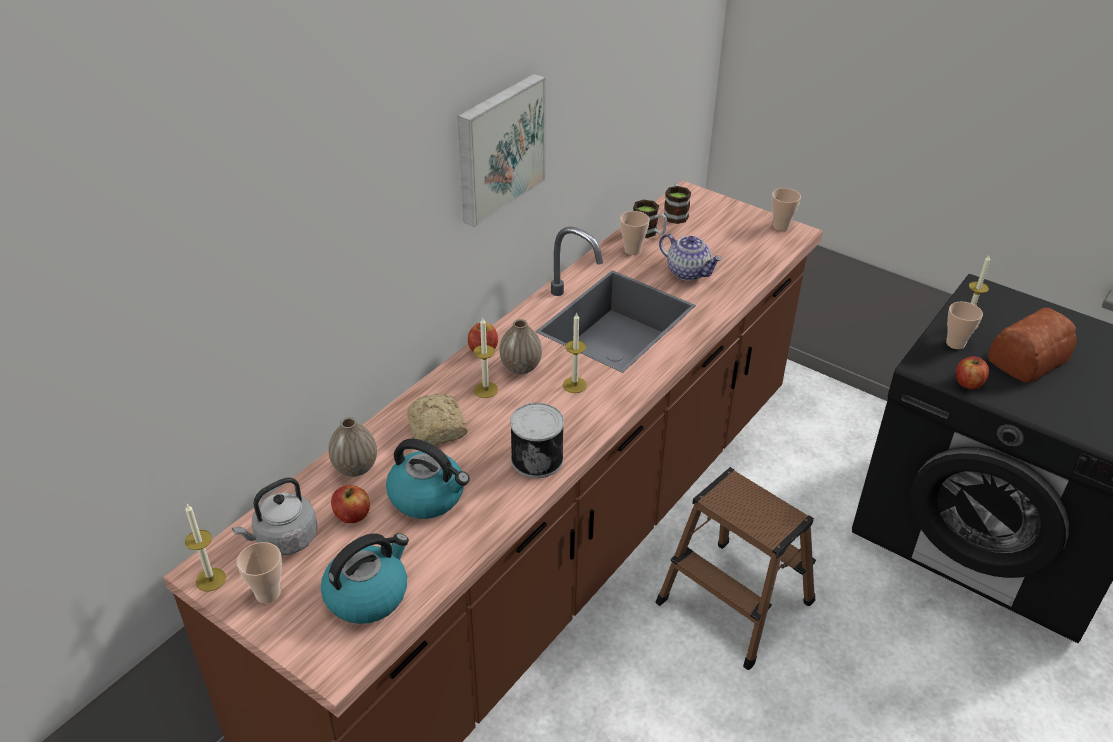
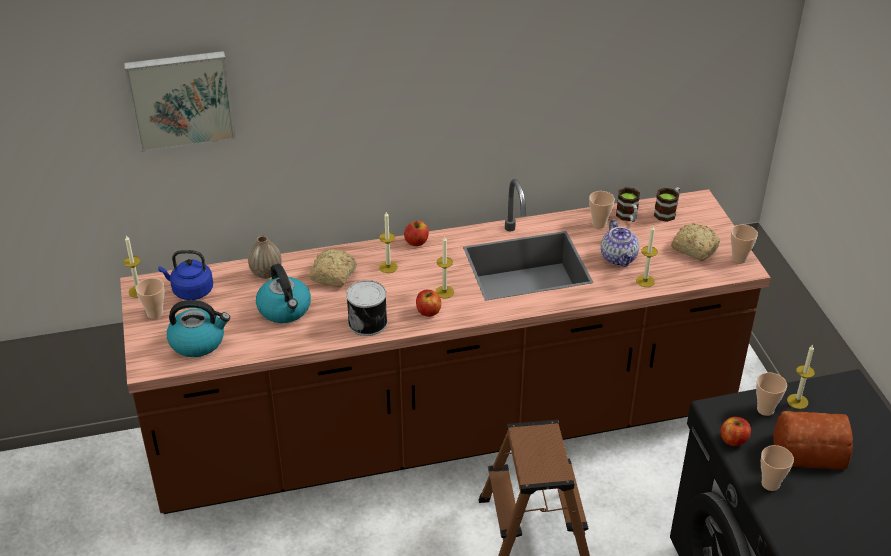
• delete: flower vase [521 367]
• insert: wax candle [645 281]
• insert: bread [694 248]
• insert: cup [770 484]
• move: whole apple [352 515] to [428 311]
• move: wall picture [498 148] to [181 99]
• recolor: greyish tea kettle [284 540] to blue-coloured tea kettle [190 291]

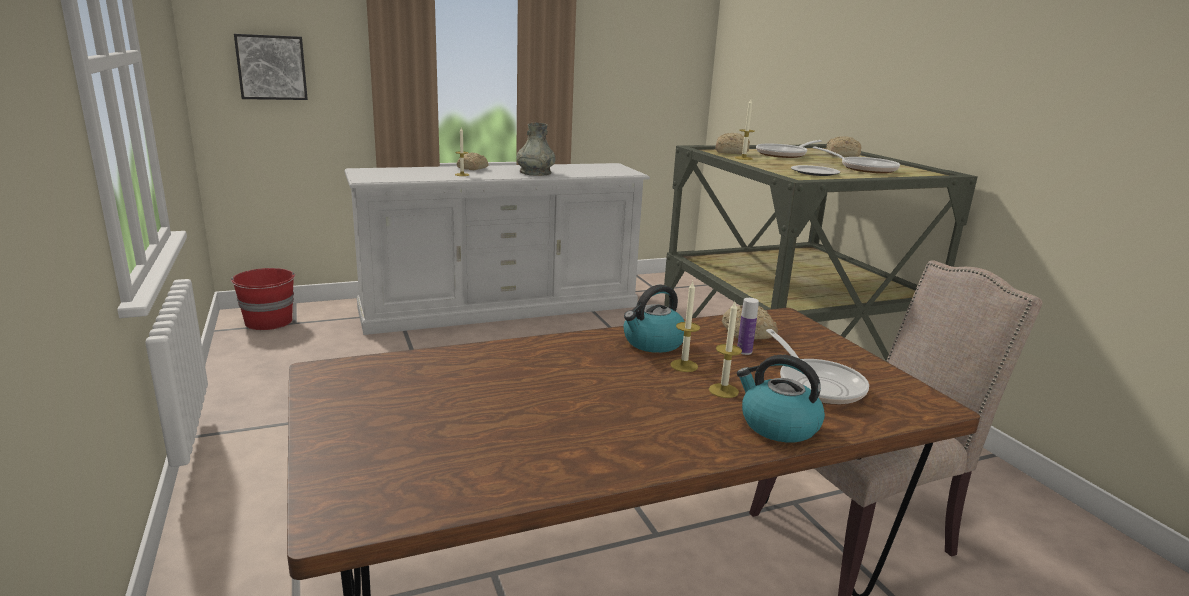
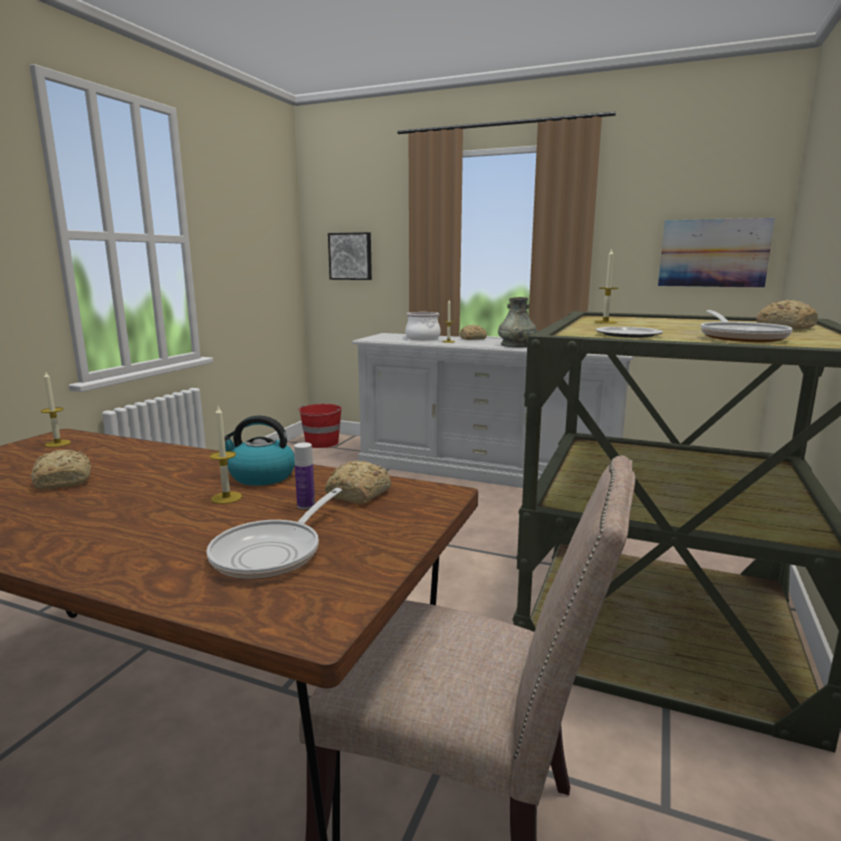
• delete: tea kettle [777 425]
• delete: skillet [784 154]
• insert: cooking pot [423 338]
• insert: wall picture [713 253]
• move: wax candle [723 390] to [58 443]
• move: bread [730 152] to [64 480]

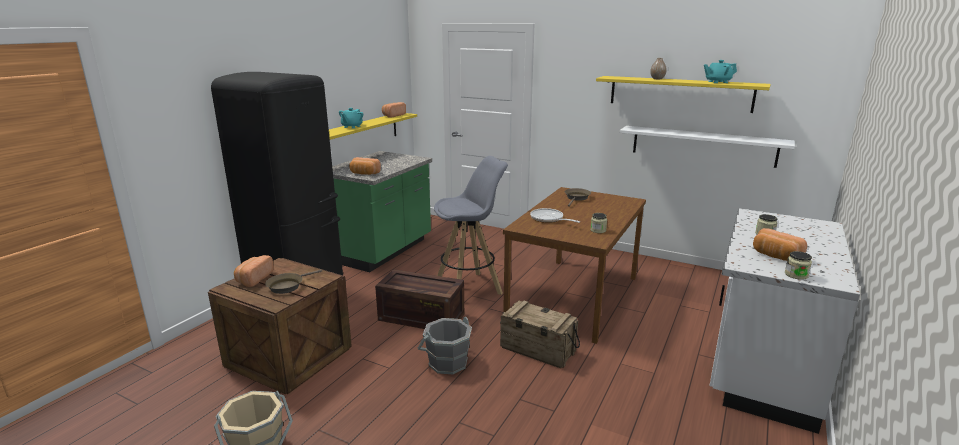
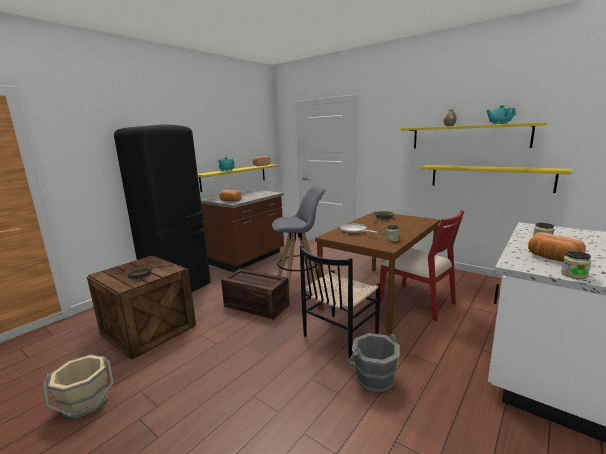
• delete: bread [253 279]
• insert: red upright chair [417 302]
• move: greyish water bucket [447 362] to [374 377]
• replace: shipping crate [537 350] to black upright chair [338 336]
• recolor: green kitchen counter [382 251] to brownish kitchen counter [248 258]
• recolor: whitish bracket shelf [702 146] to yellowish bracket shelf [489 177]

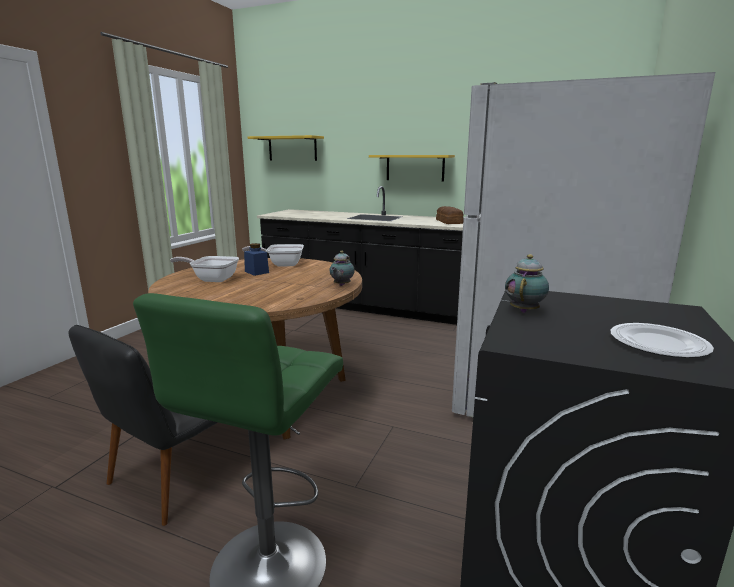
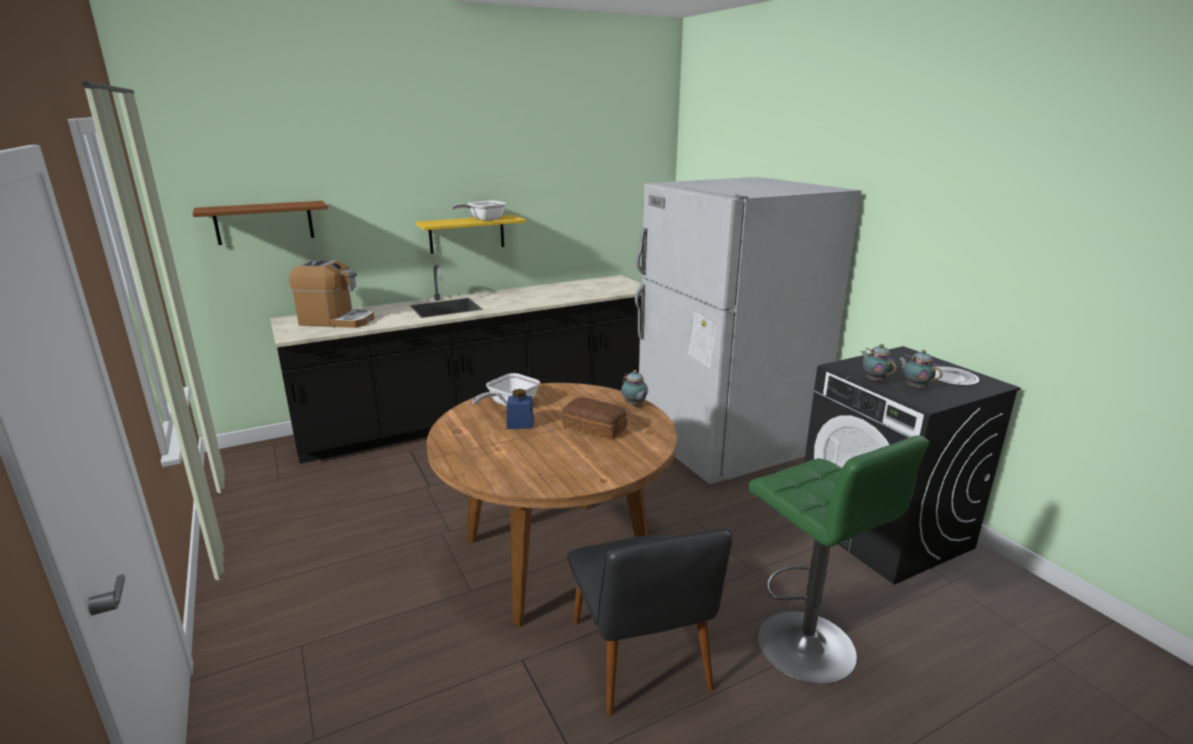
• insert: coffee machine [336 321]
• insert: teapot [915 387]
• move: skillet [212 279] to [483 219]
• move: bread [448 222] to [595 428]
• recolor: yellowish bracket shelf [292 148] to brownish bracket shelf [264 222]

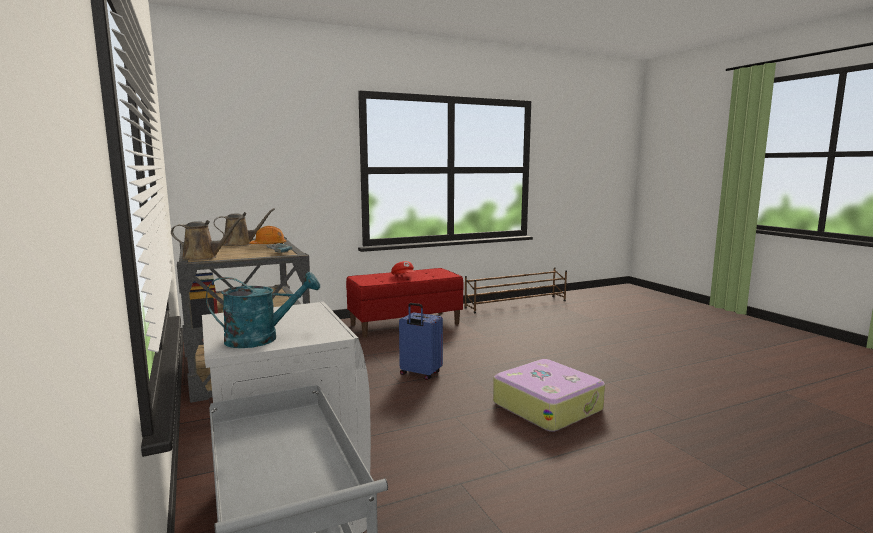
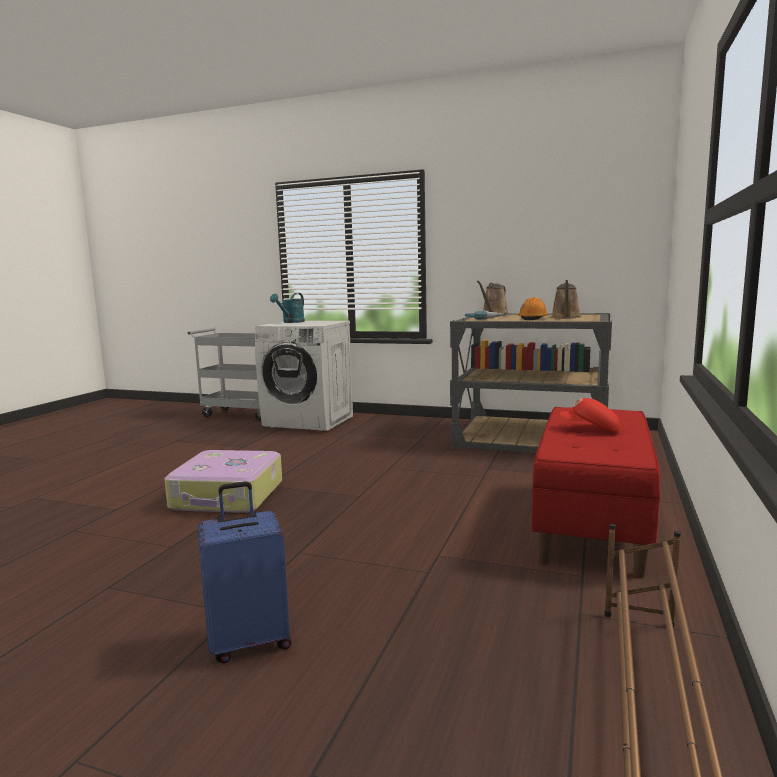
• move: blue-coloured piece of luggage [420 374] to [249 641]

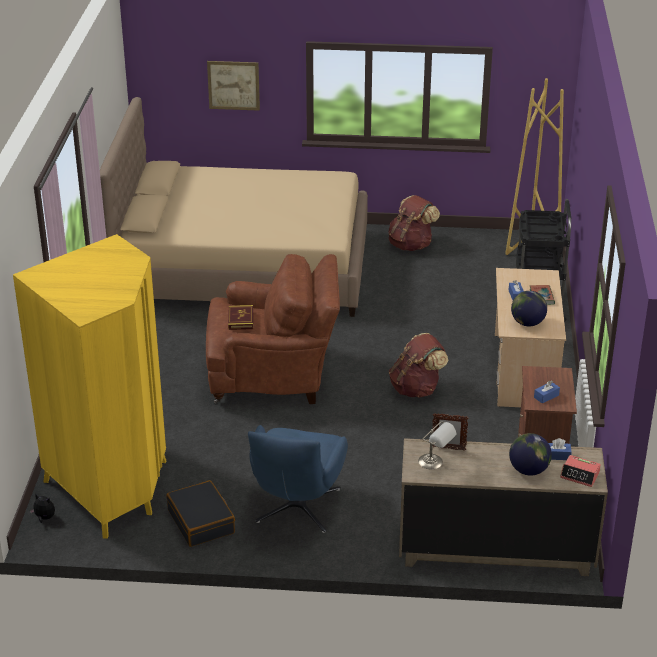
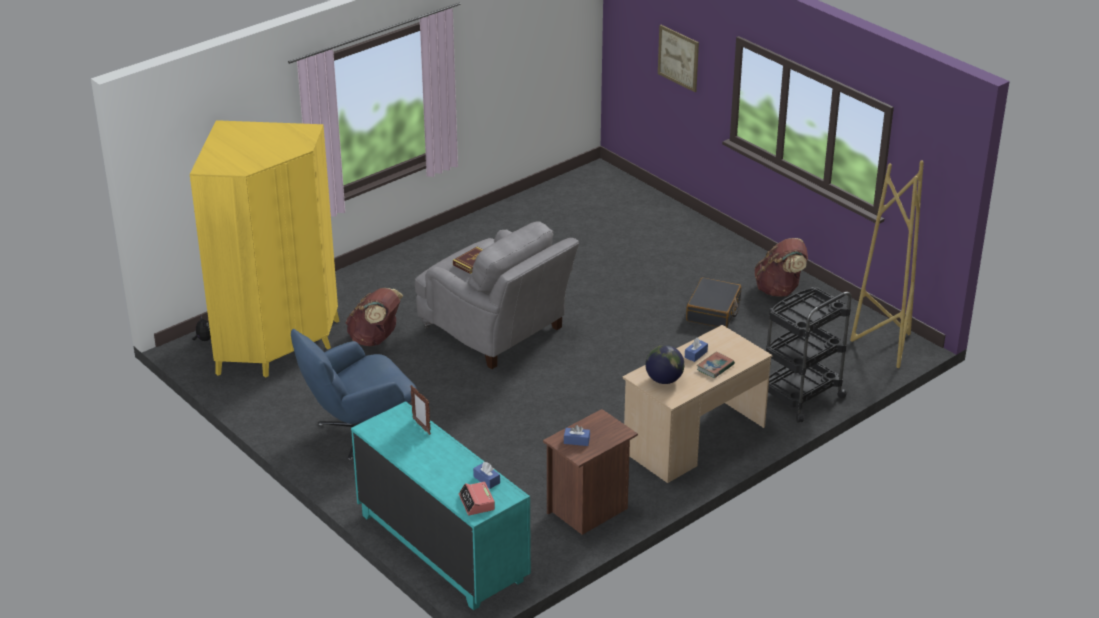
• delete: sand-coloured bedroom bed [242 266]
• delete: whitish tabletop lamp [435 463]
• delete: world globe [528 470]
• move: black piece of luggage [201 521] to [713 311]
• move: brownish rucksack [416 389] to [375 339]
• recolor: brownish easy chair [274 375] to greyish easy chair [498 331]
• recolor: sand-coloured dresser [495 549] to blue-green dresser [442 547]

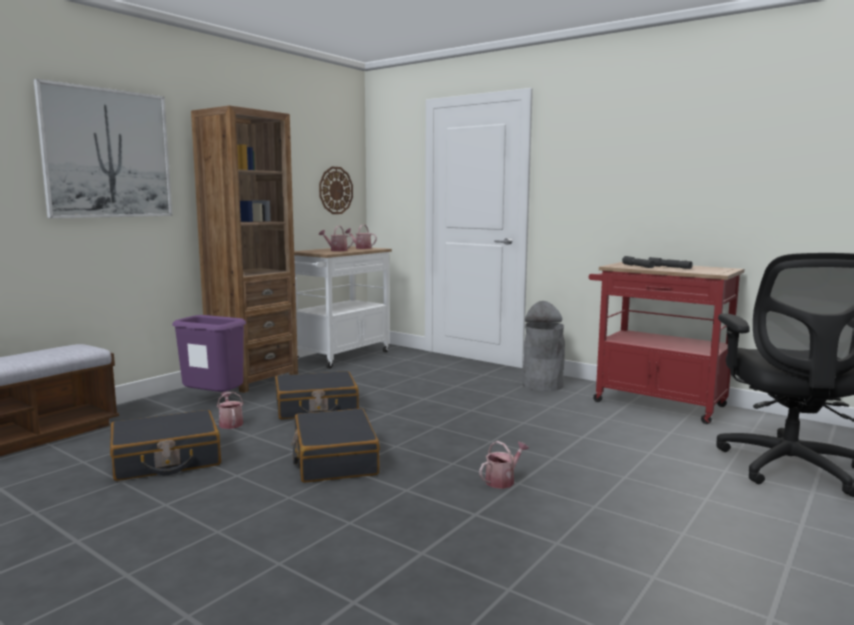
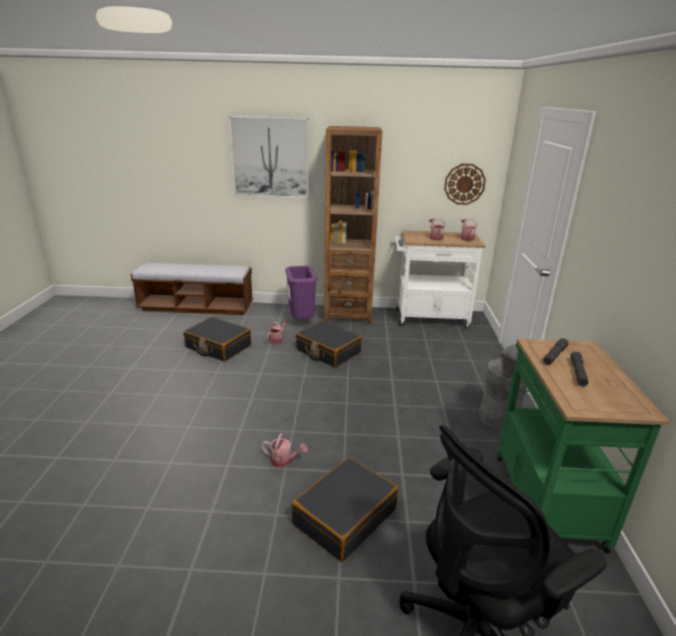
• move: black piece of luggage [334 459] to [344 516]
• recolor: red cart [655 403] to green cart [545 497]

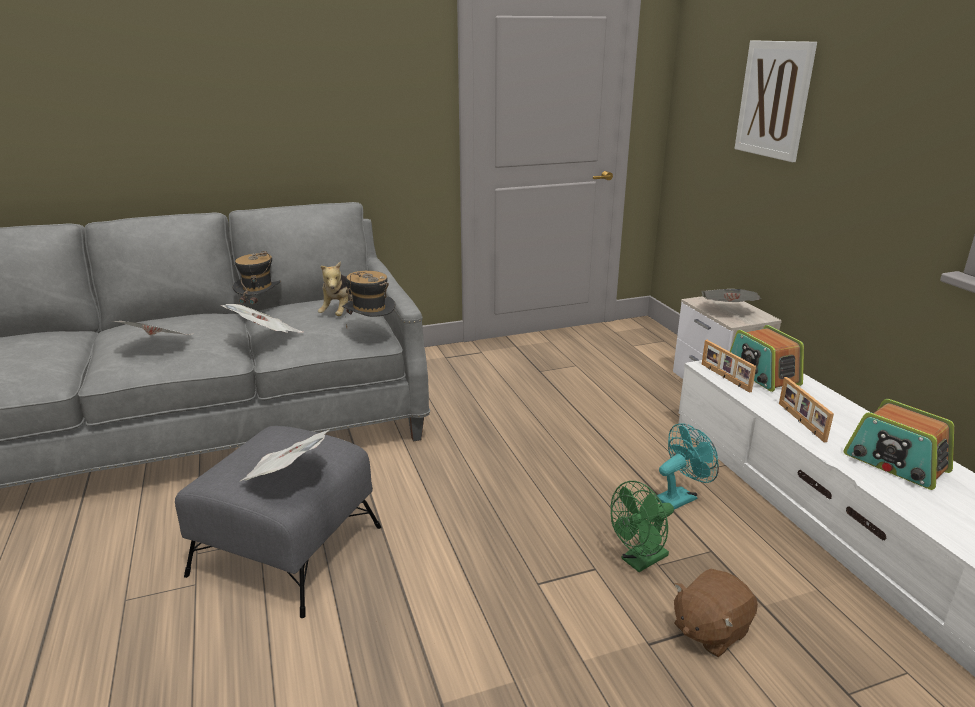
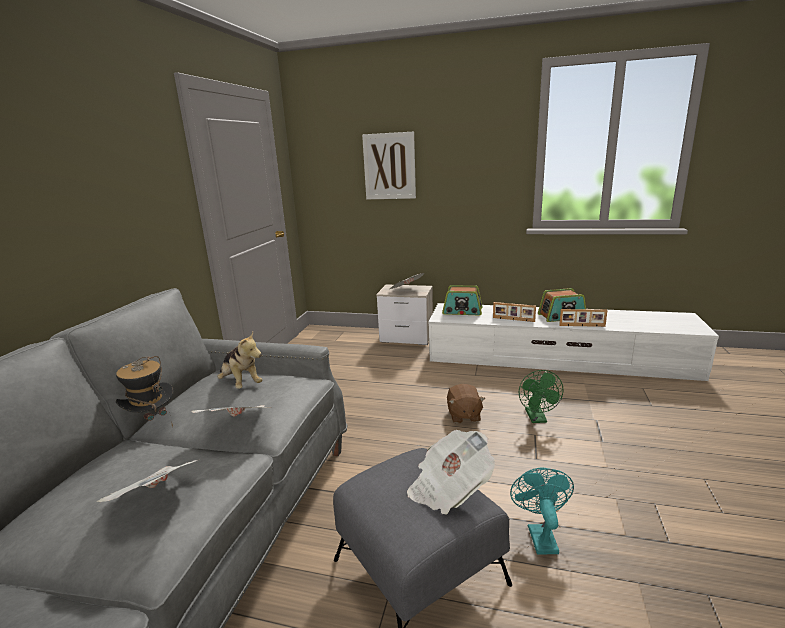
• delete: clothing hat [370 332]
• move: blue-green cooling fan [680 497] to [540 535]
• move: brownish soft toy [709 630] to [463 415]
• move: photo frame [724 377] to [582 326]

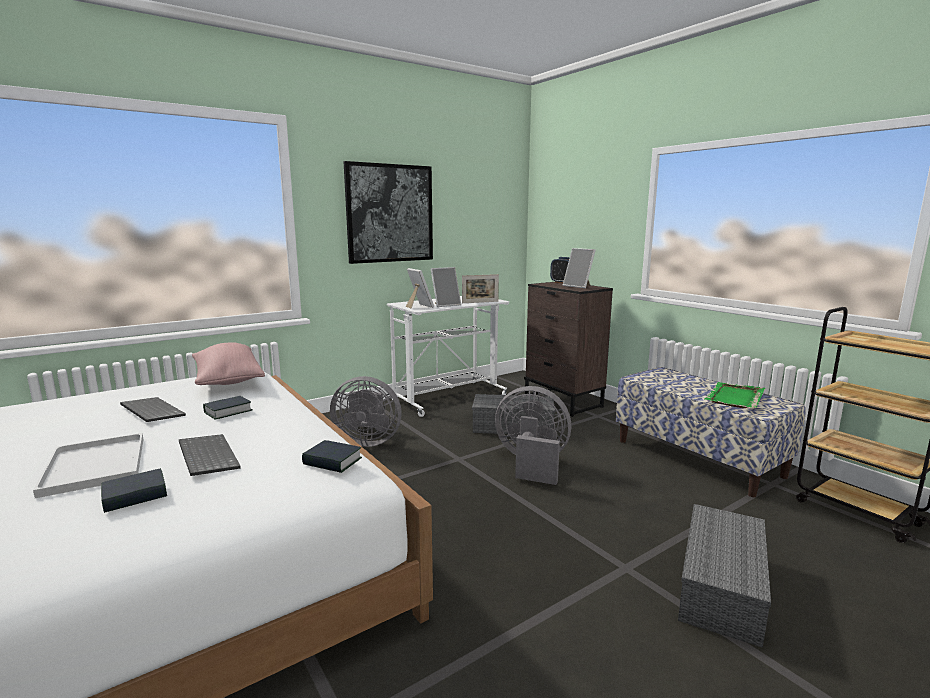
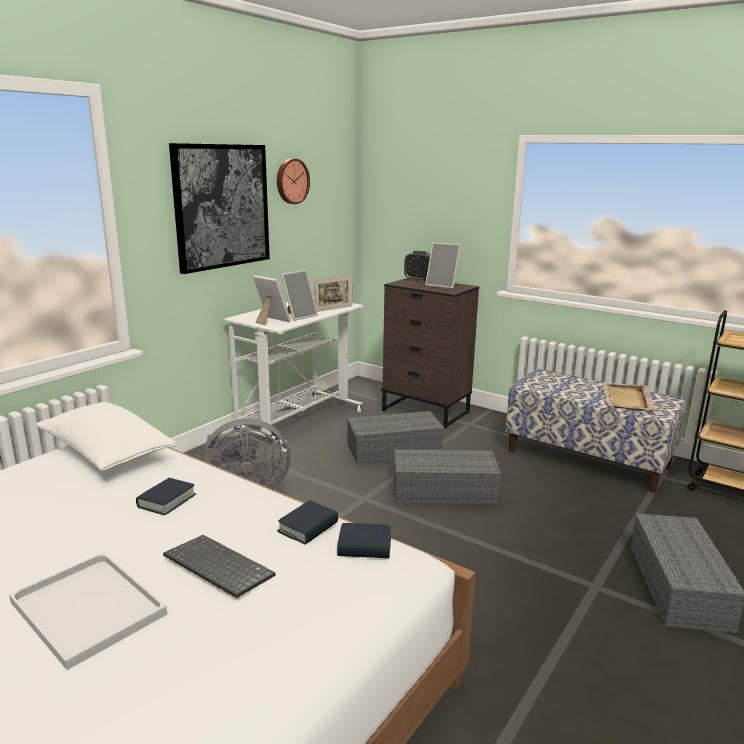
• delete: computer keyboard [150 411]
• insert: wall clock [291 181]
• move: book [135 496] to [308 527]
• replace: greyish cooling fan [531 463] to greyish storage container [442 491]
• recolor: pinkish throw pillow [228 380] to whitish throw pillow [106 453]
• recolor: green tray [734 397] to sand-coloured tray [627 399]

